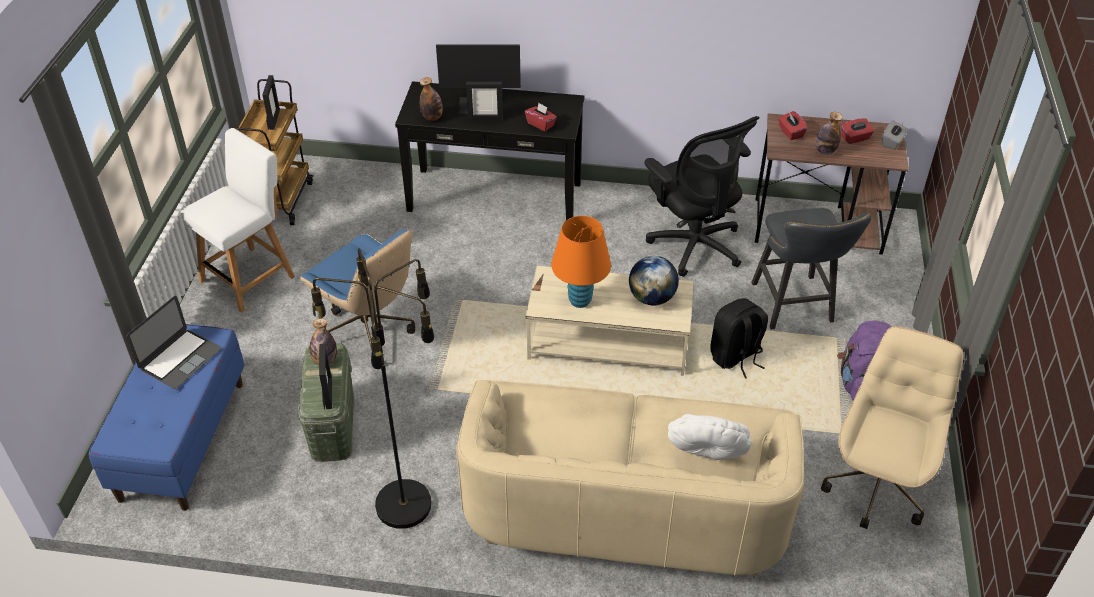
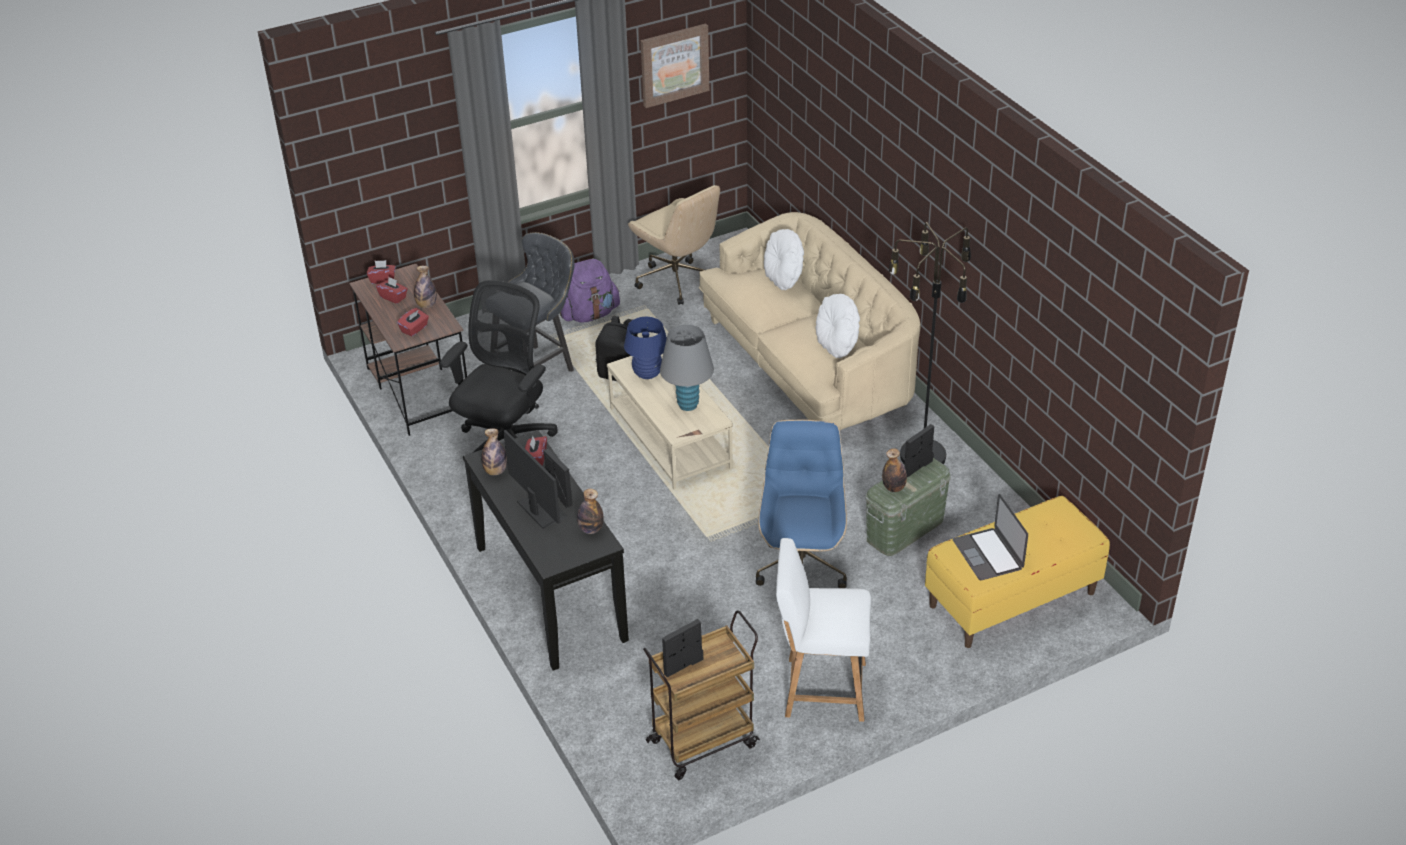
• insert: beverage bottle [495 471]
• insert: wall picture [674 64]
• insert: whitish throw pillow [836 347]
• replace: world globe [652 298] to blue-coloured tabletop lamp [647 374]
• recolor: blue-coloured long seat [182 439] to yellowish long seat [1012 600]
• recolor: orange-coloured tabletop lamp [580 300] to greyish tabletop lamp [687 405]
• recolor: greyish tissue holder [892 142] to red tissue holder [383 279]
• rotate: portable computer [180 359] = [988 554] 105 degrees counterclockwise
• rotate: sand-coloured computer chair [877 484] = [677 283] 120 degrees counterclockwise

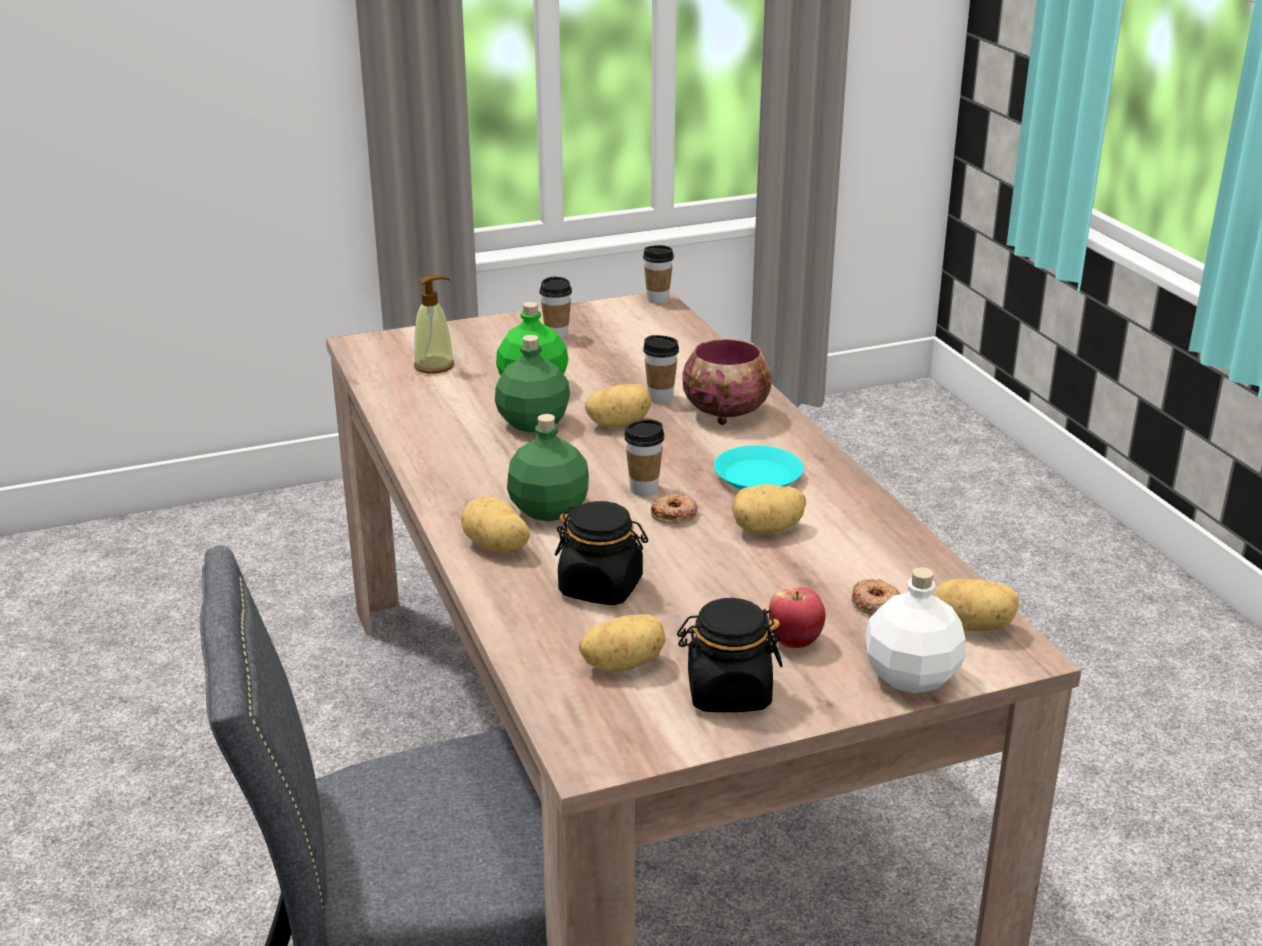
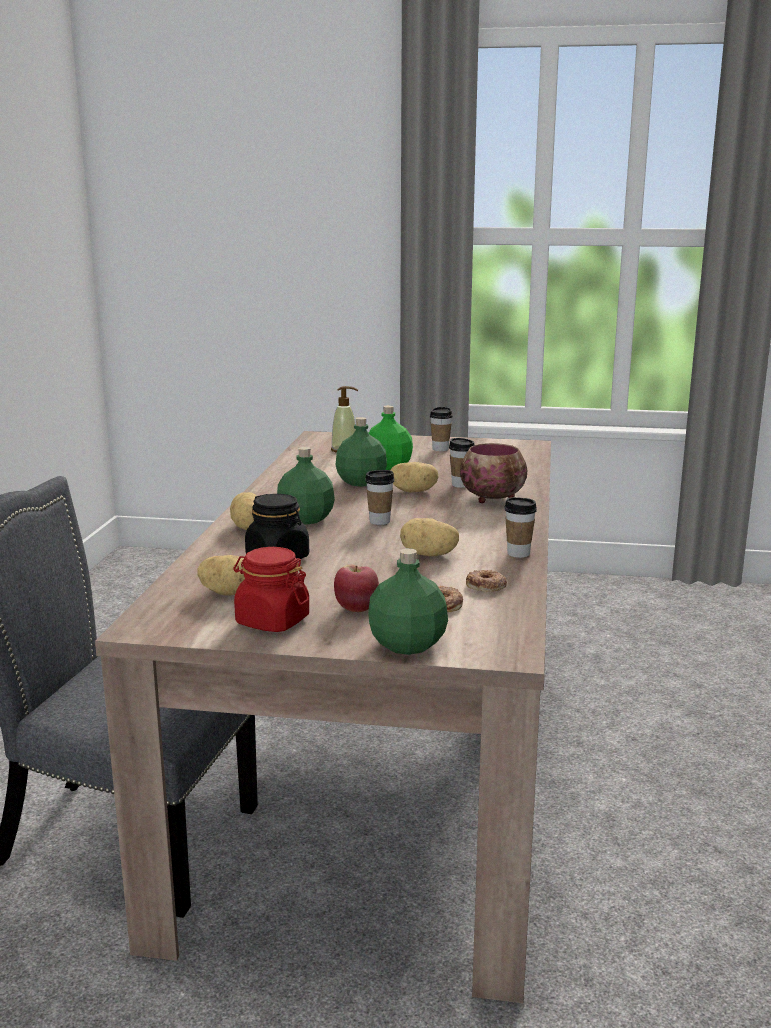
• delete: blue-green flat dish [758 476]
• delete: spud [972 625]
• move: cup [657 300] to [518 553]
• move: doughnut [674 514] to [486 586]
• recolor: black preserve jar [728 693] to red preserve jar [272 621]
• recolor: whitish beverage bottle [910 677] to green beverage bottle [406 644]

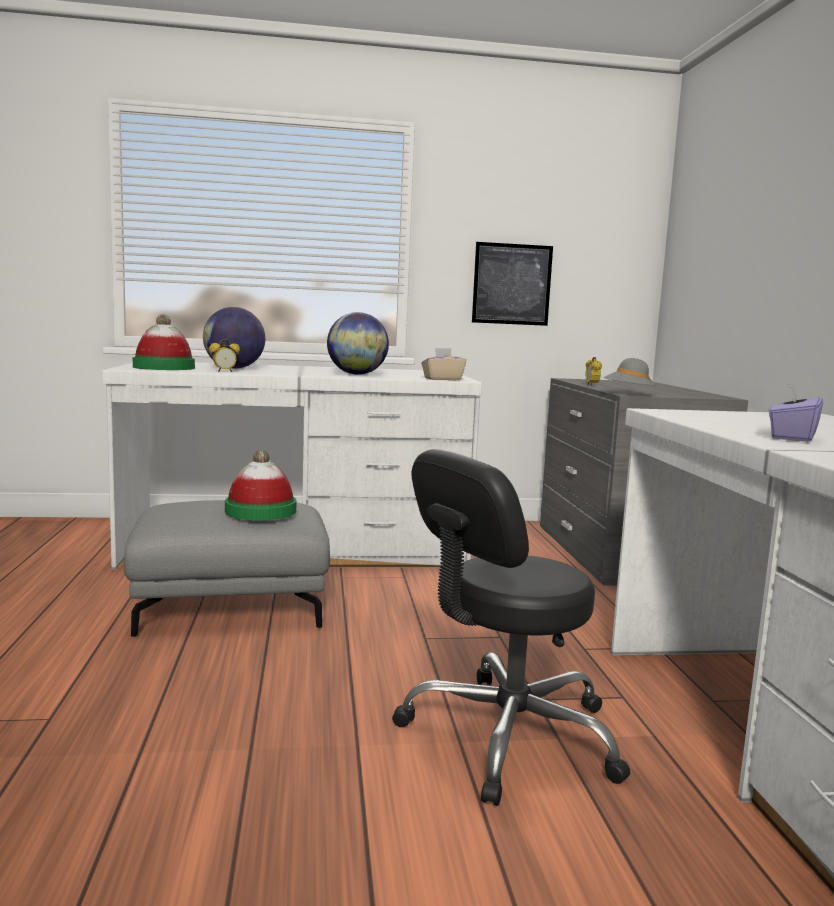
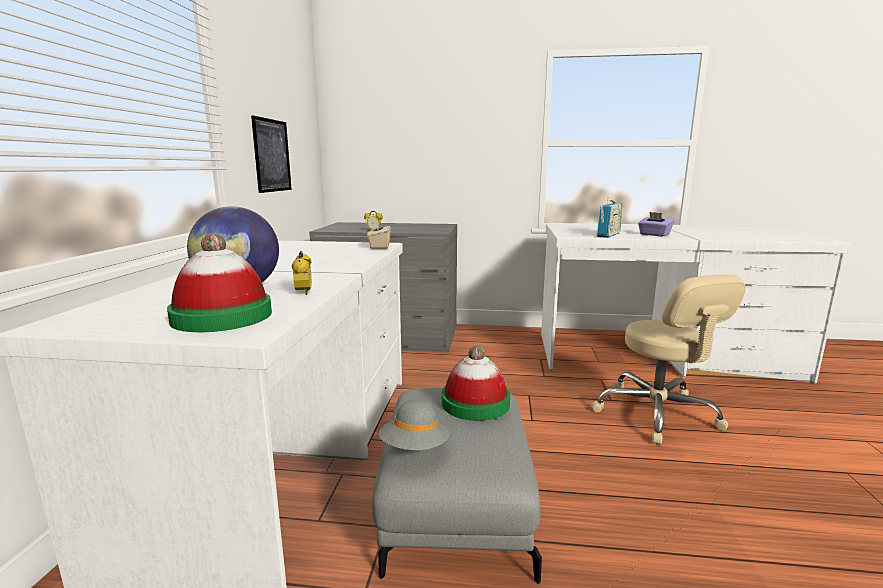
• delete: world globe [357 374]
• insert: radio receiver [608 235]
• move: greyish clothing hat [628 394] to [415 448]
• recolor: black computer chair [502 739] to sand-coloured computer chair [659 416]

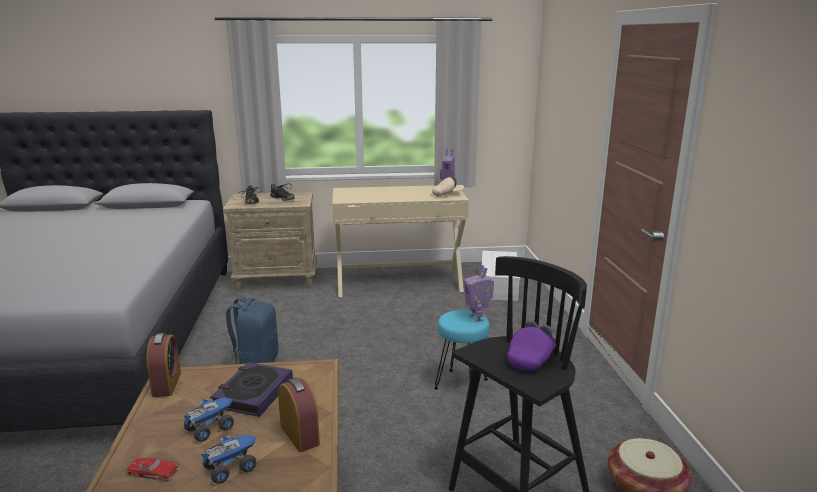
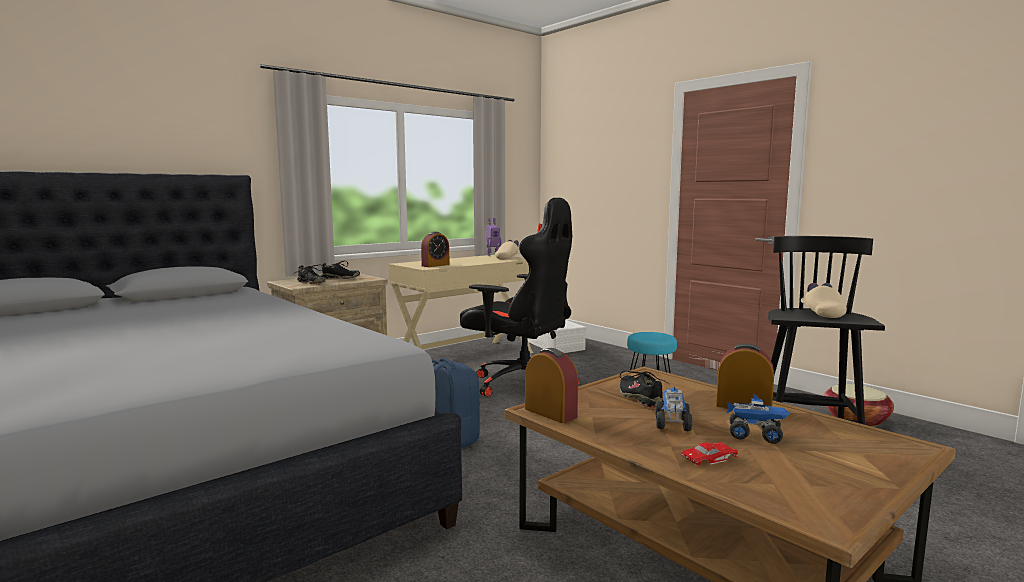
• delete: toy robot [477 318]
• insert: bedside clock [435 265]
• insert: black computer chair [517 384]
• replace: book [253 393] to black shoe [641 398]
• recolor: purple peaked cap [531 359] to sand-coloured peaked cap [822 313]
• rotate: model truck [231 468] = [755 435] 90 degrees clockwise

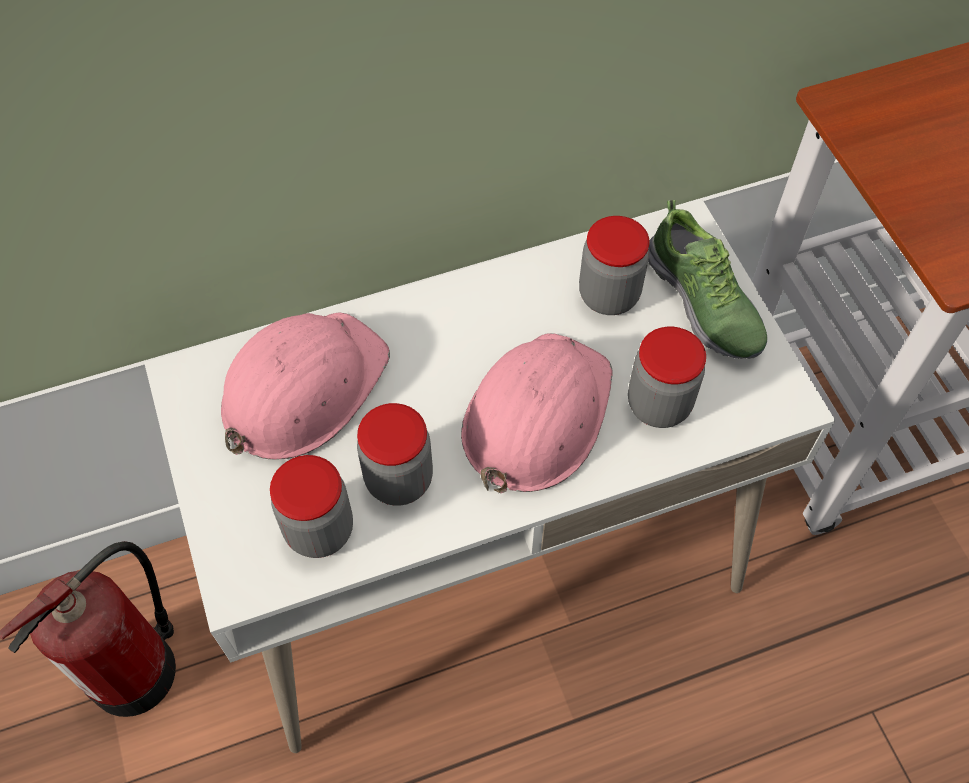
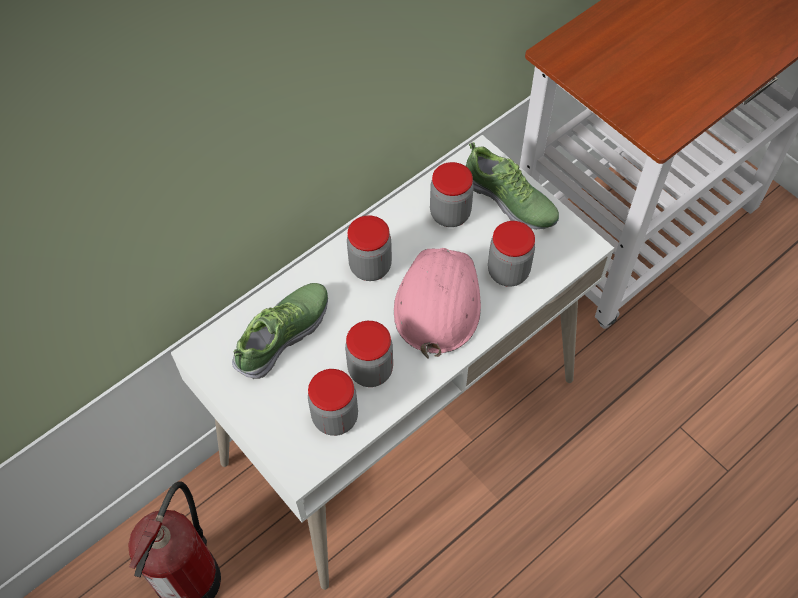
• insert: preserve jar [370 266]
• replace: pinkish safety helmet [302 389] to shoe [283 335]

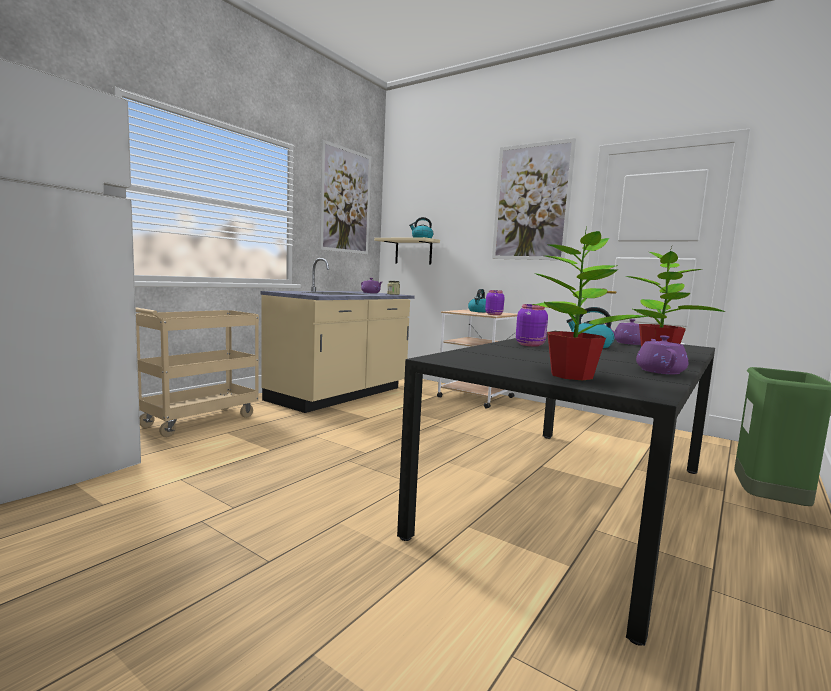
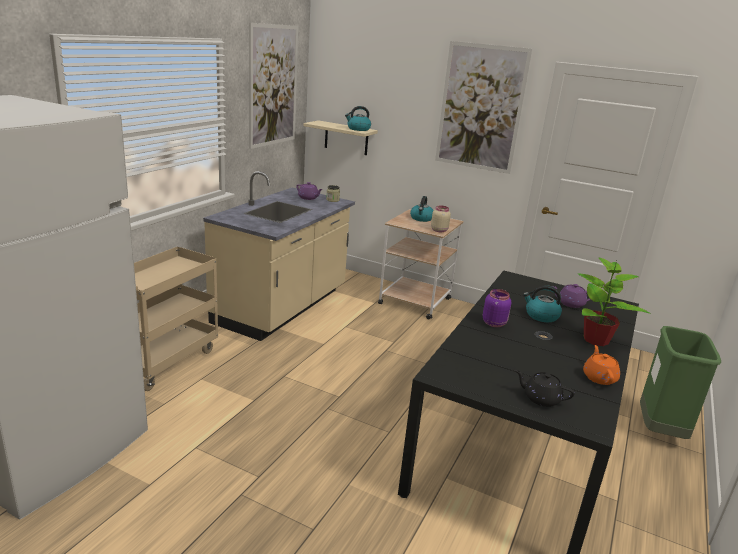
• replace: potted plant [572 375] to black teapot [540 398]
• recolor: purple preserve jar [494 314] to sand-coloured preserve jar [439 230]
• recolor: purple teapot [659 371] to orange-coloured teapot [599 377]

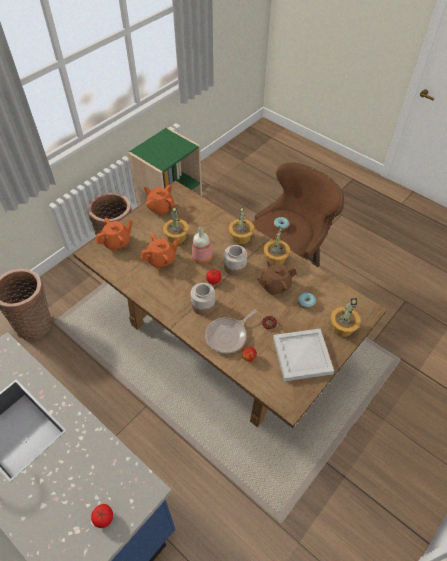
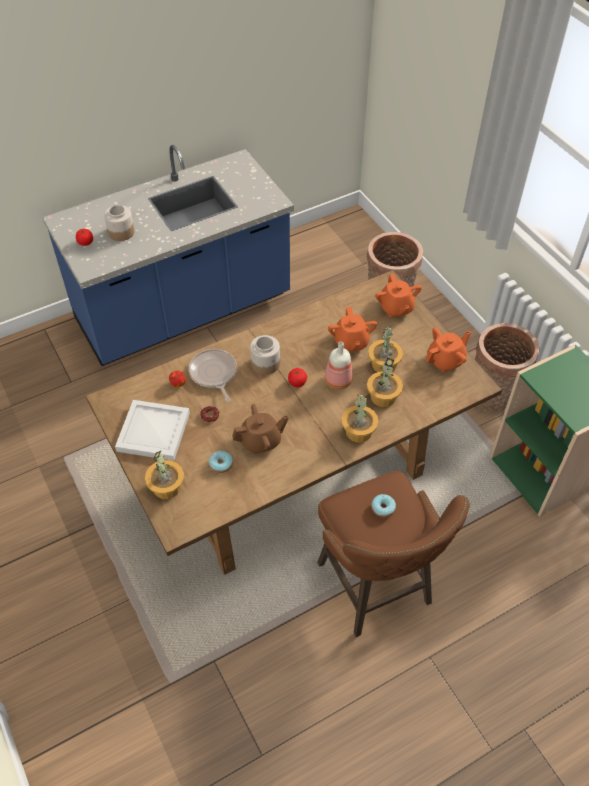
• move: preserve jar [235 267] to [121 232]
• move: potted plant [275 259] to [383 396]
• rotate: brownish teapot [275 286] = [261 441] 75 degrees clockwise

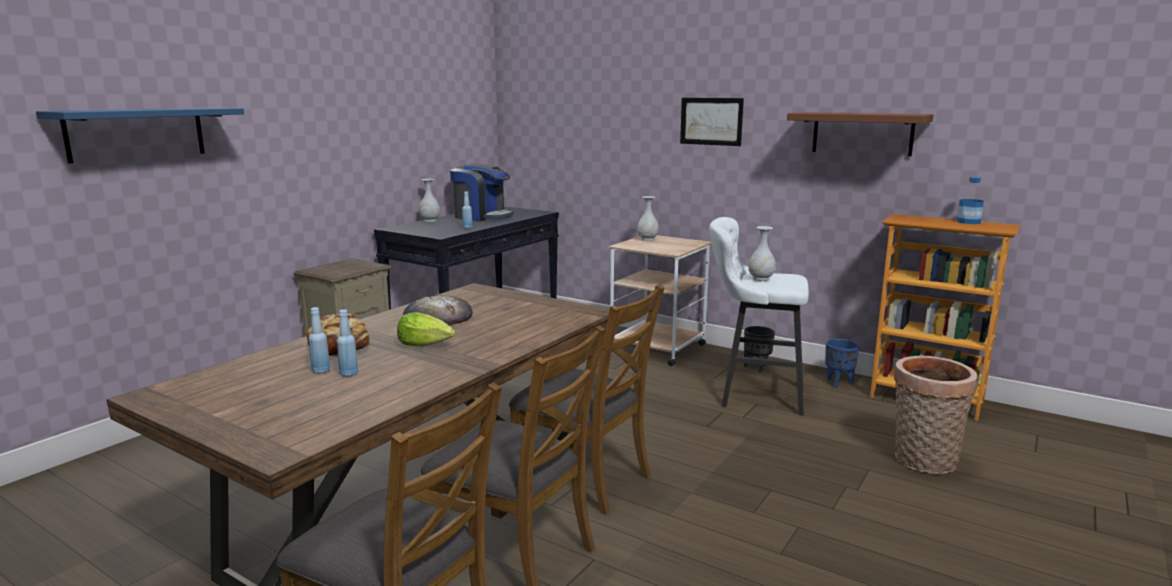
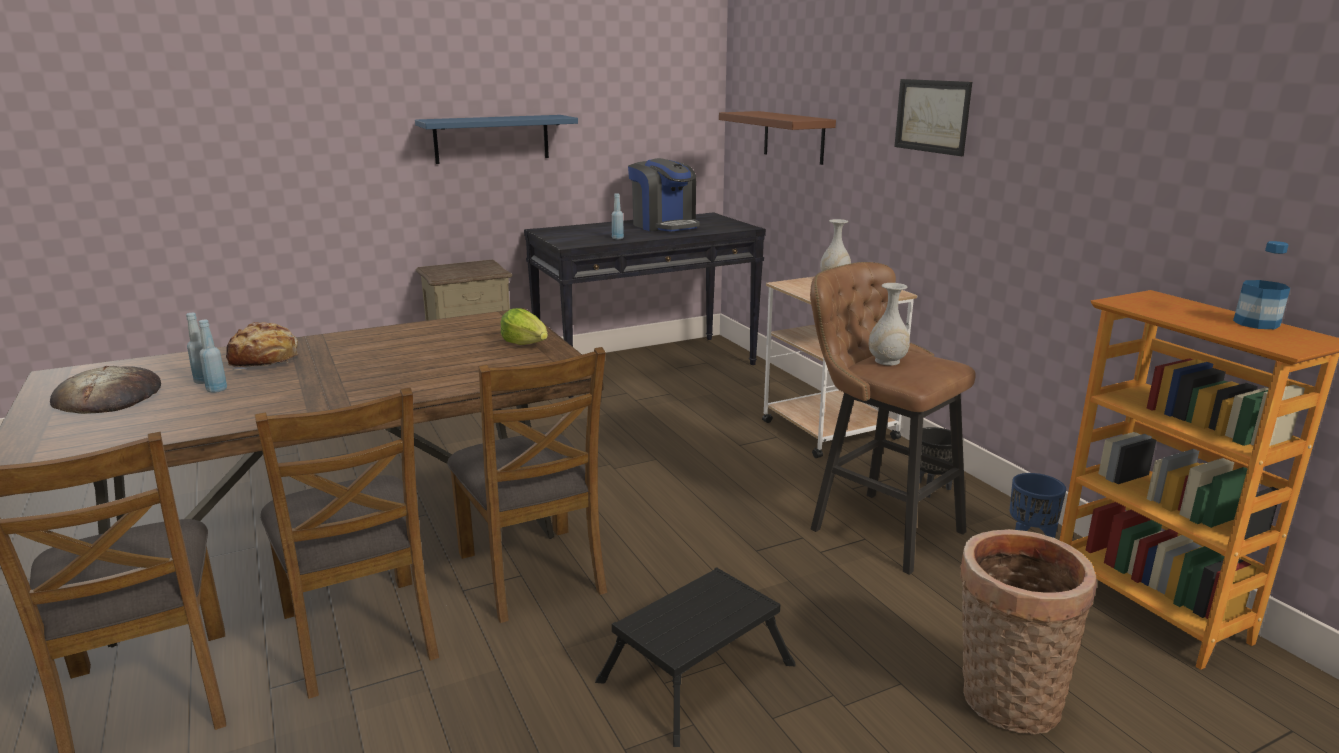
• delete: whitish flower vase [430 220]
• insert: black step ladder [697 672]
• move: blue-coloured bracket shelf [136 133] to [491 139]
• move: lettuce [425 345] to [526 344]
• move: bread [438 317] to [109 397]
• move: brownish bracket shelf [862 133] to [793 137]
• recolor: whitish sitting stool [750 394] to brownish sitting stool [872 524]

